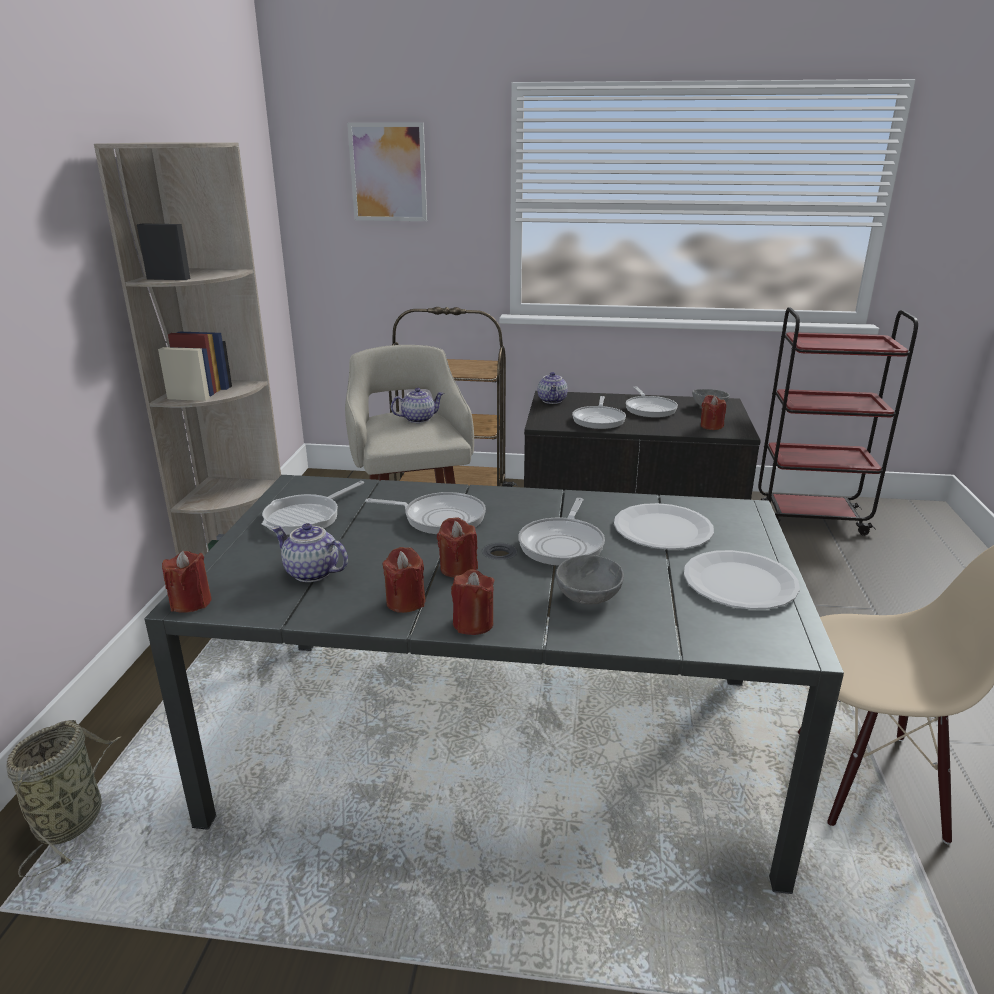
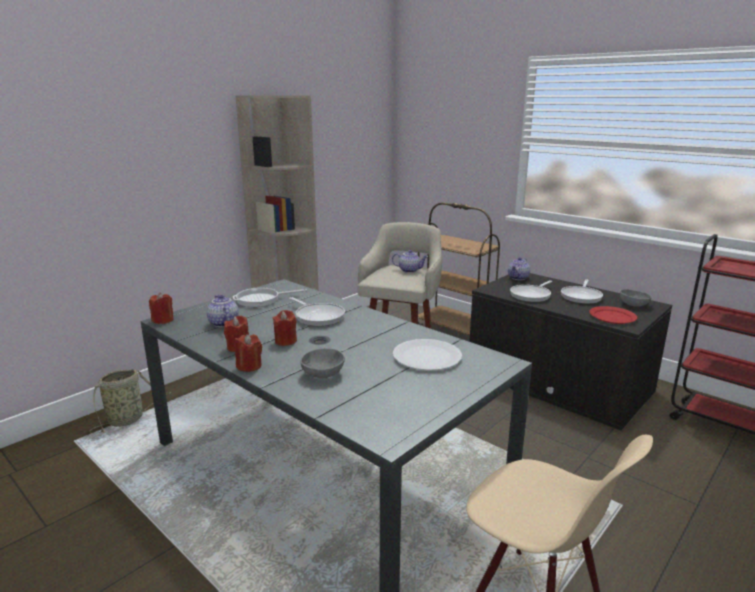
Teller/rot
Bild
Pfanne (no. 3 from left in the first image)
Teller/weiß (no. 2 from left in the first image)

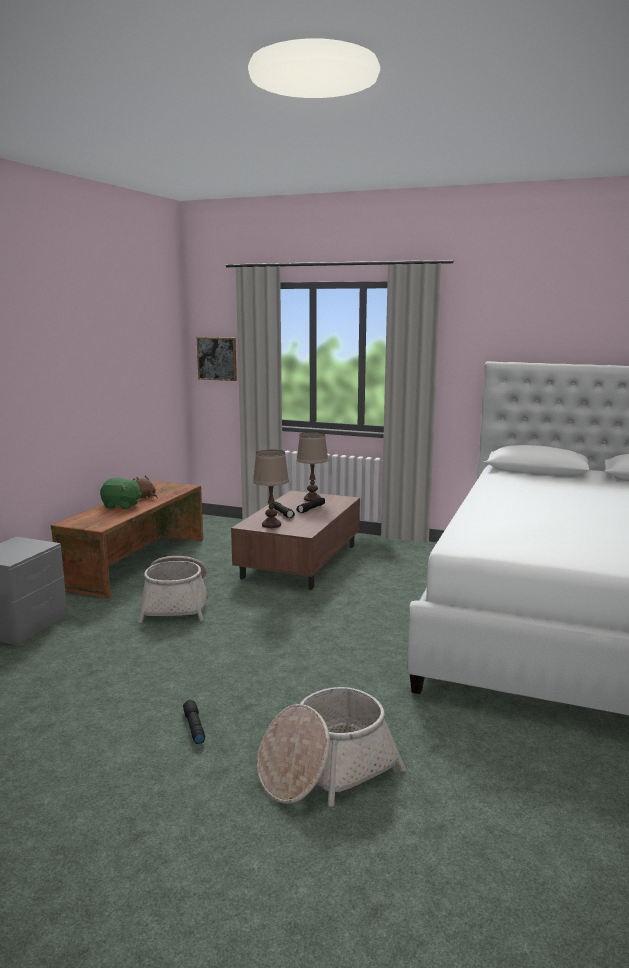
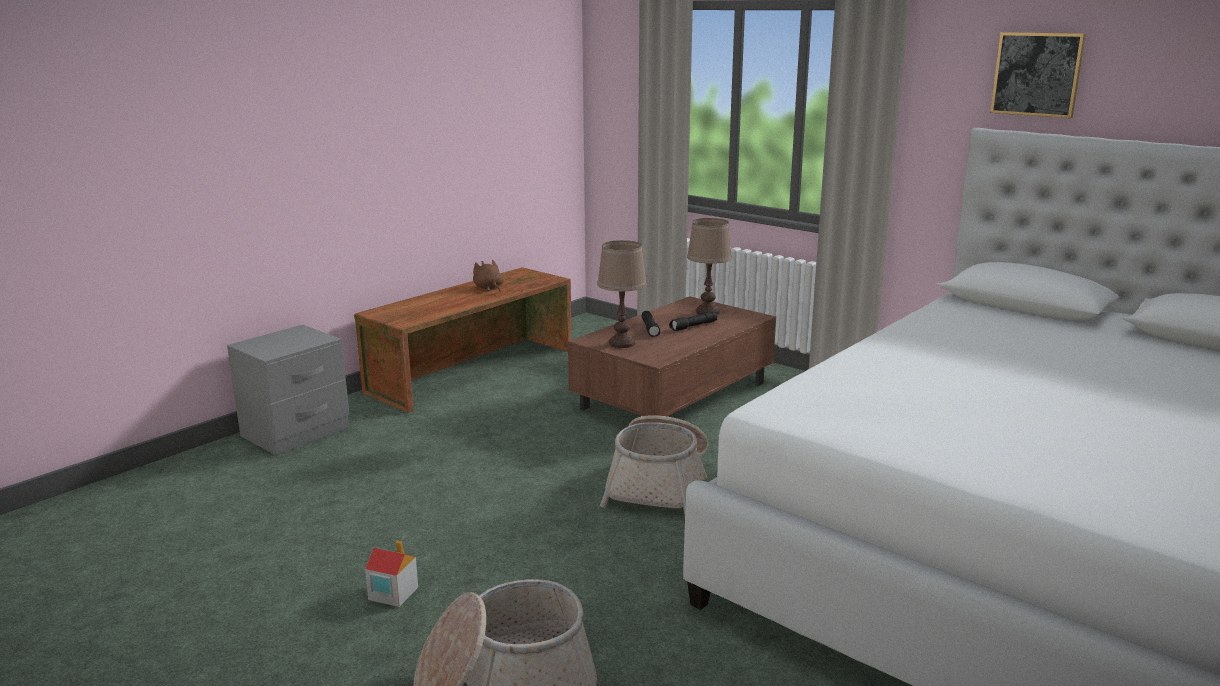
Spielzeughaus
Korb (no. 2 from left)
Bild
Plüschtier/grün

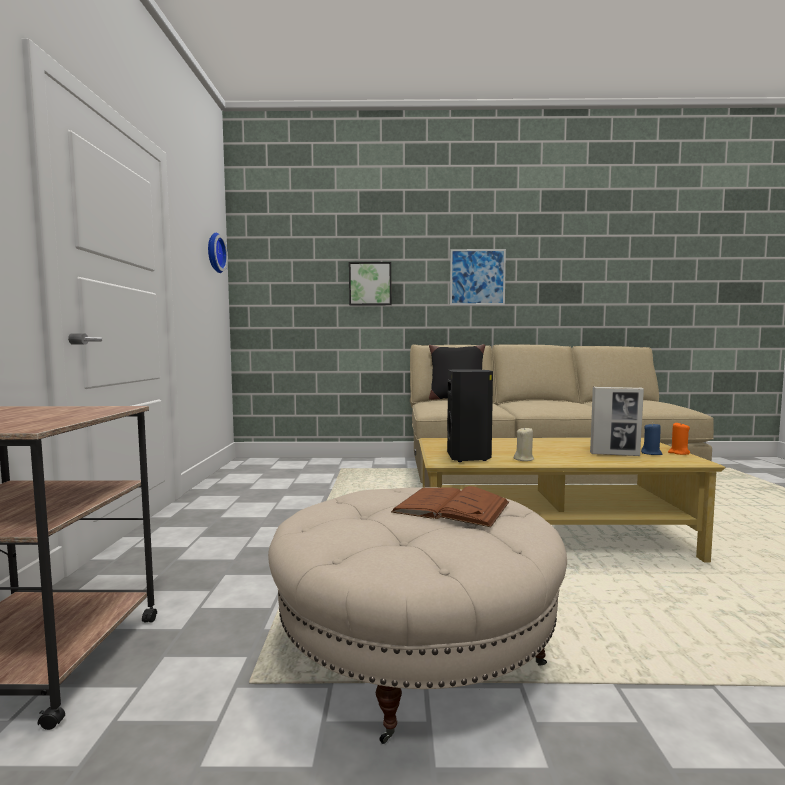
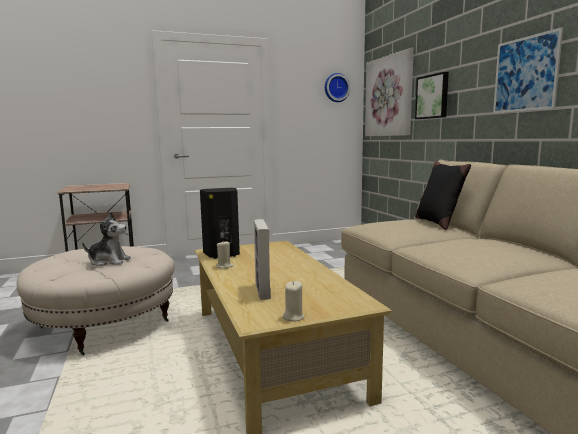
Plüschtier
Kerze/beige (no. 2 from left)
Bild (no. 1 from left)
Kerze/blau

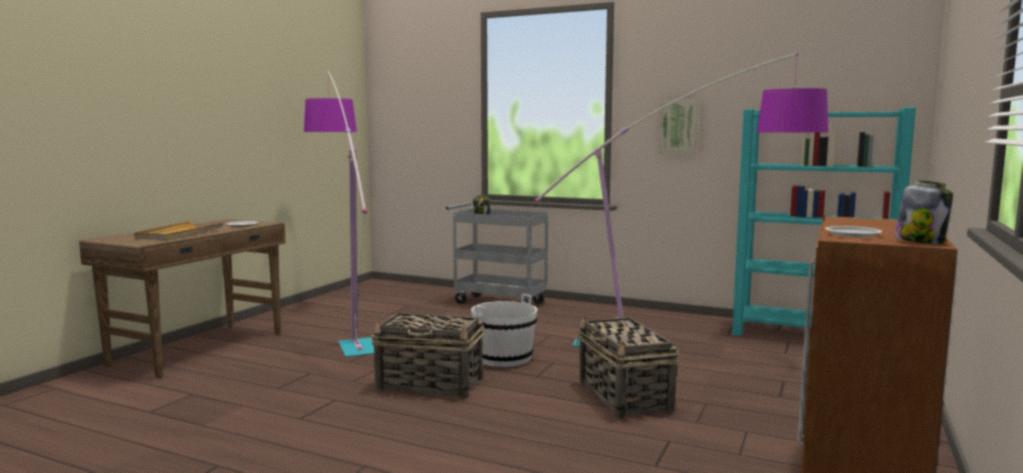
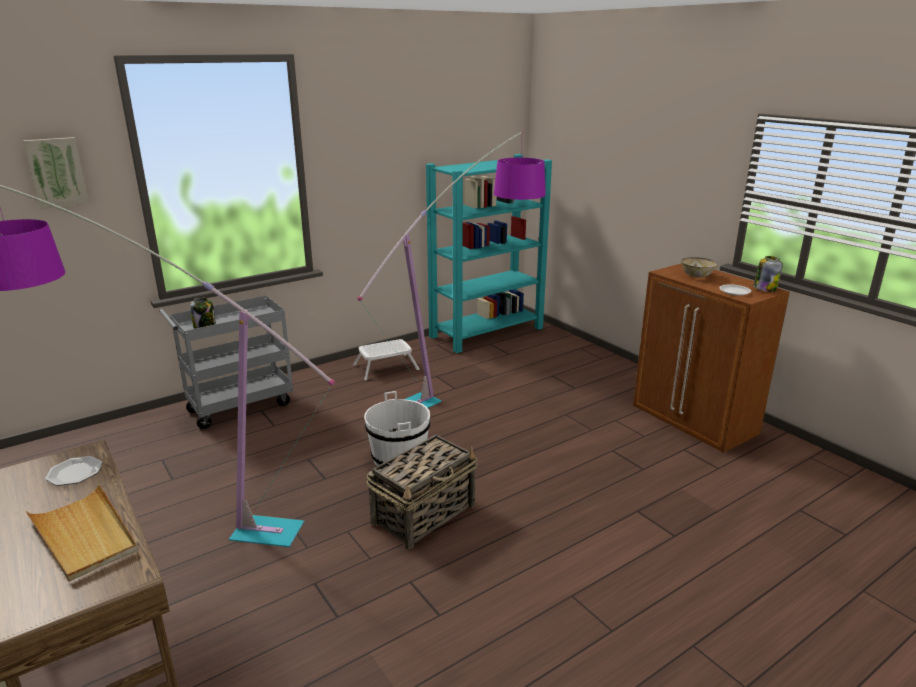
Bild
Trittleiter/weiß
Schüssel
Korb (no. 2 from left in the first image)

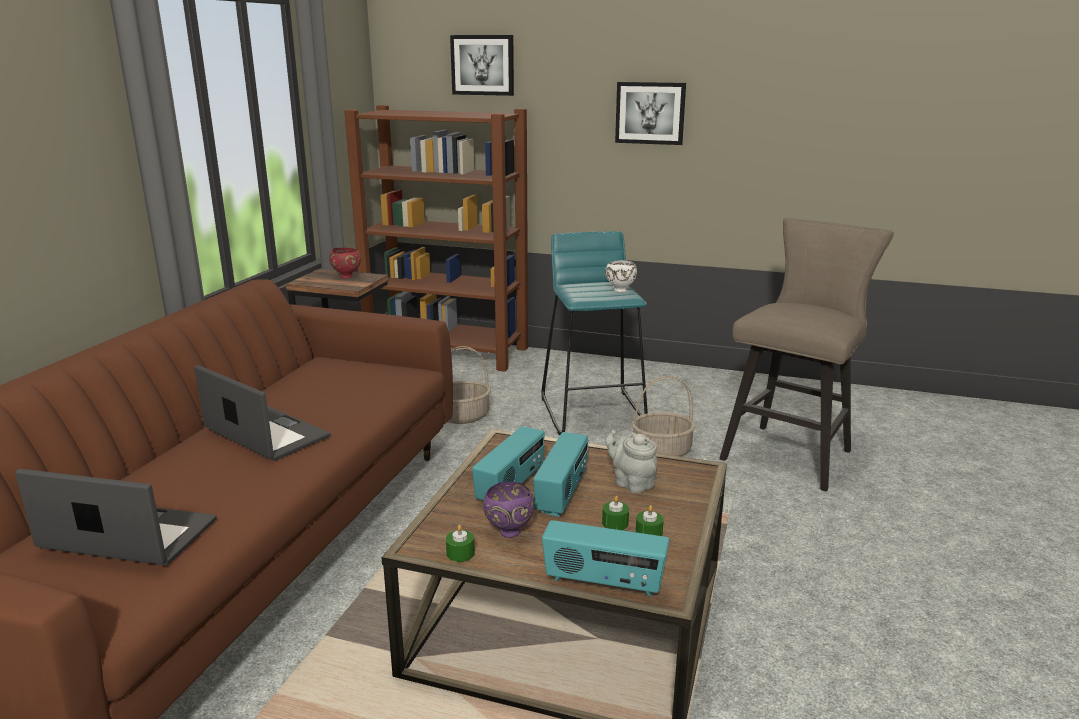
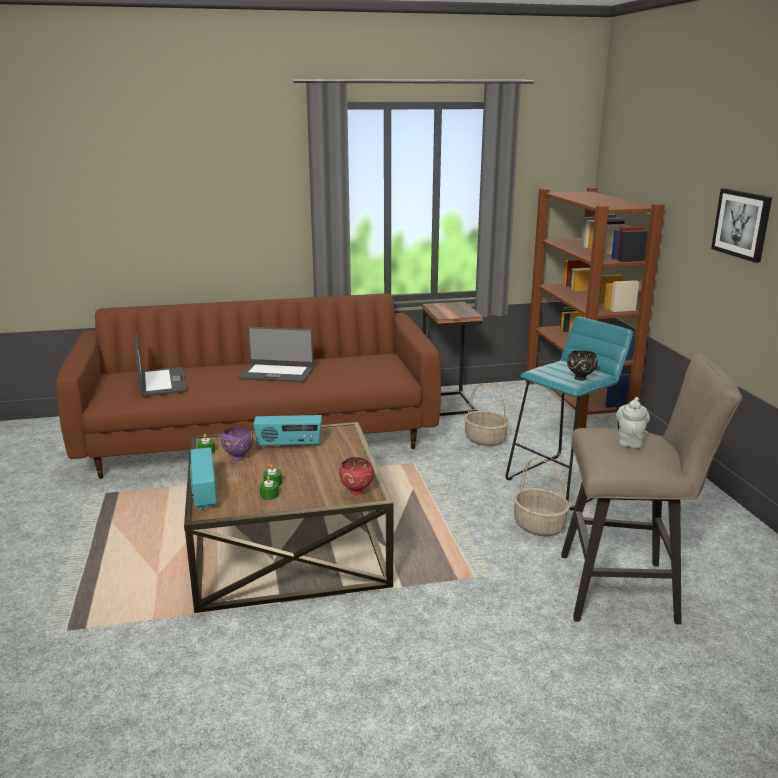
Laptop (no. 2 from left)
Schüssel/rot
Schüssel/schwarz
Teekanne/grau
Bild (no. 1 from left in the first image)
Radio (no. 2 from left in the first image)

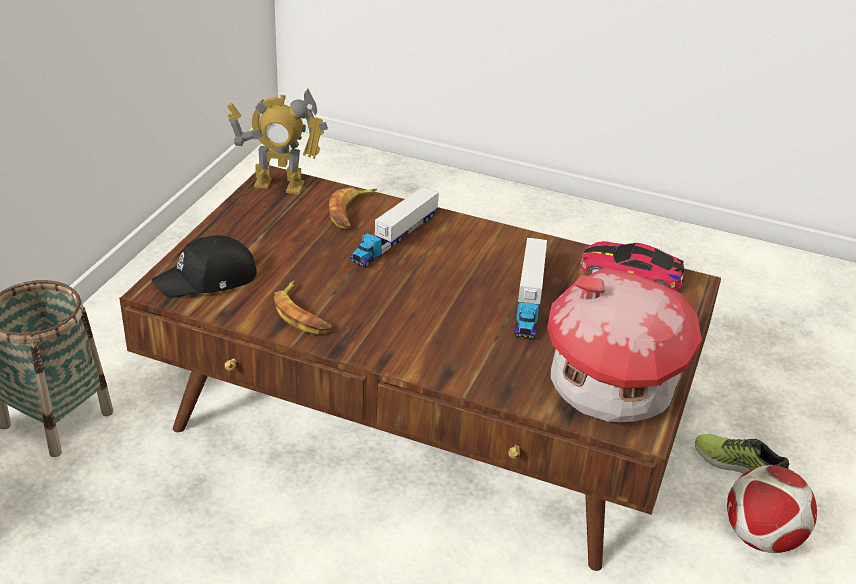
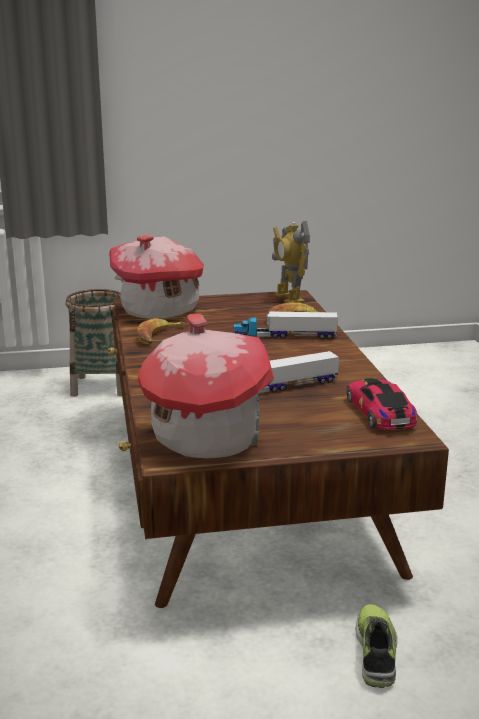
Spielzeughaus (no. 1 from left)
Fußball

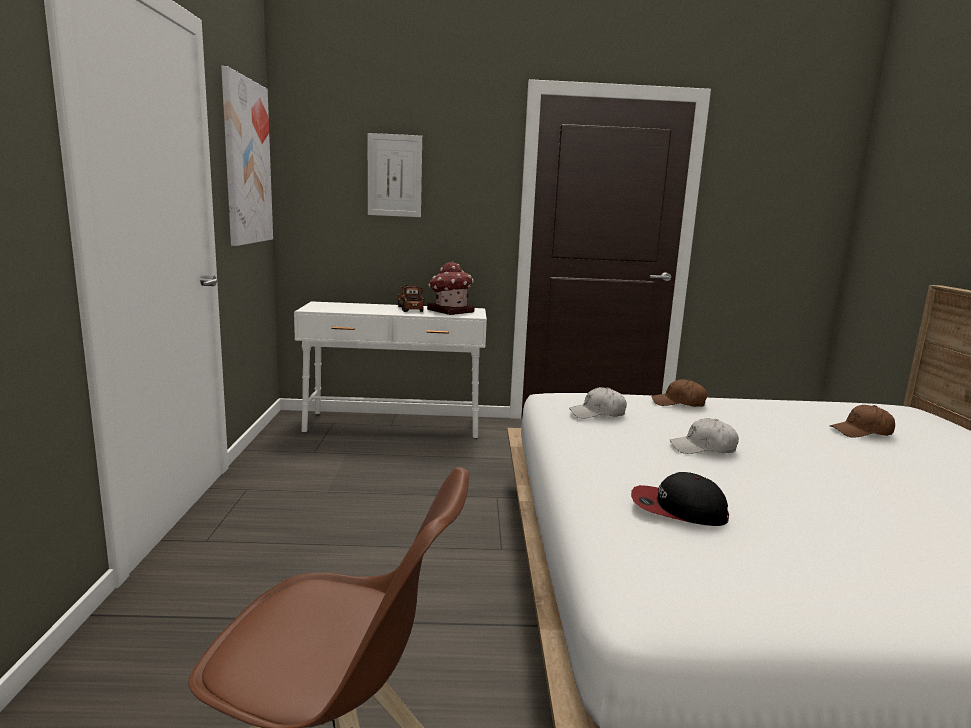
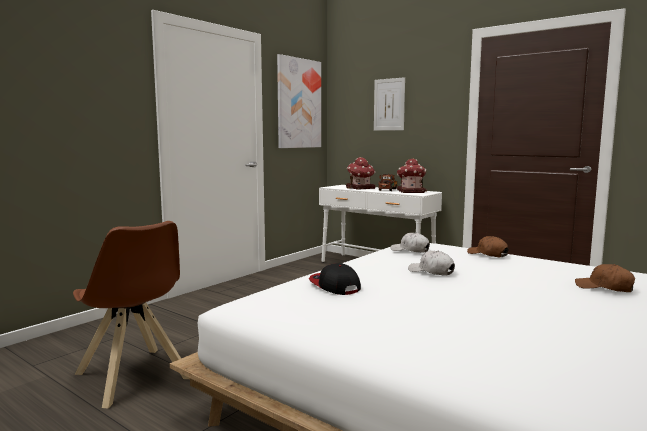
Spielzeughaus (no. 1 from left)

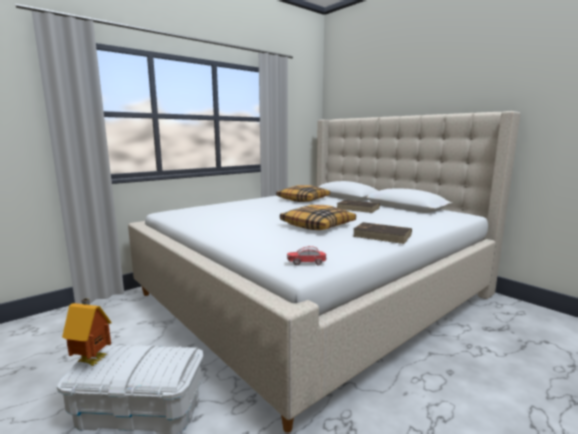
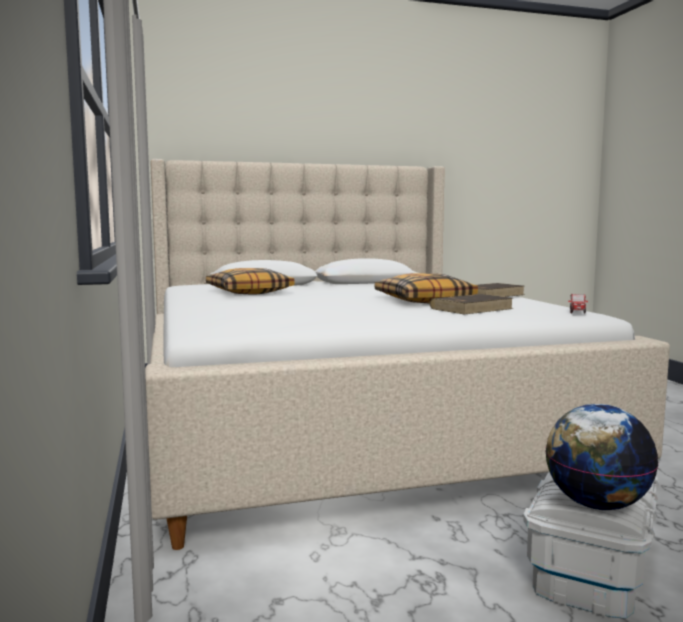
Buch/braun (no. 1 from left)
Globus

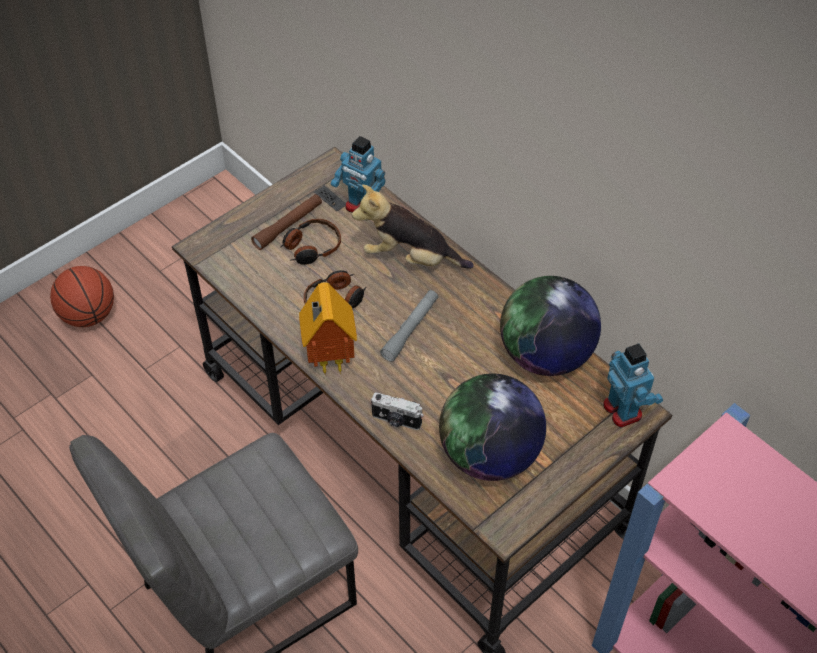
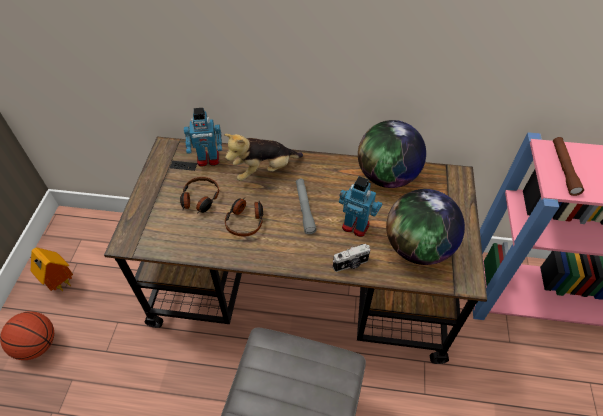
Spielzeughaus
Spielzeugroboter (no. 2 from left)
Taschenlampe/braun

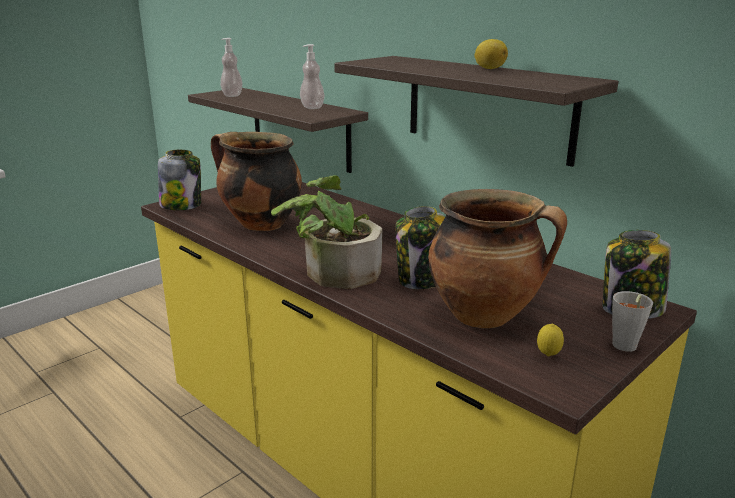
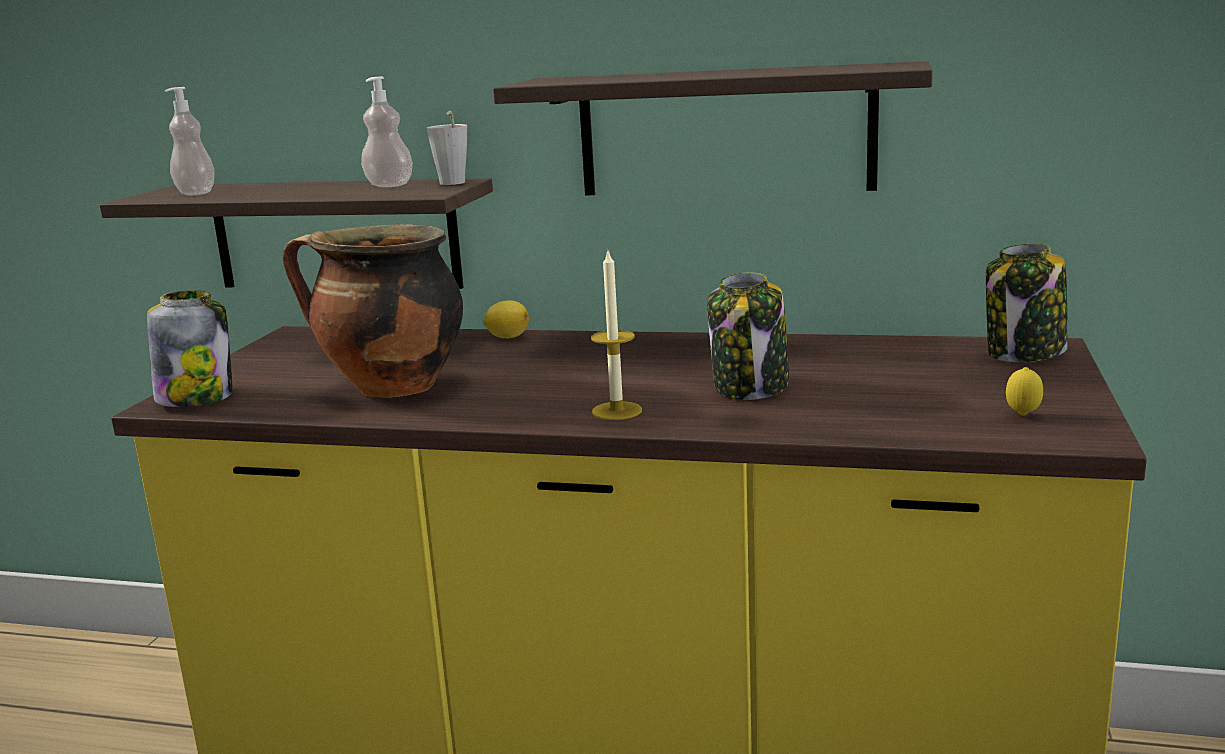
Tasse/grau
Zitrone (no. 1 from left)
Kerze
Kochtopf (no. 2 from left in the first image)

